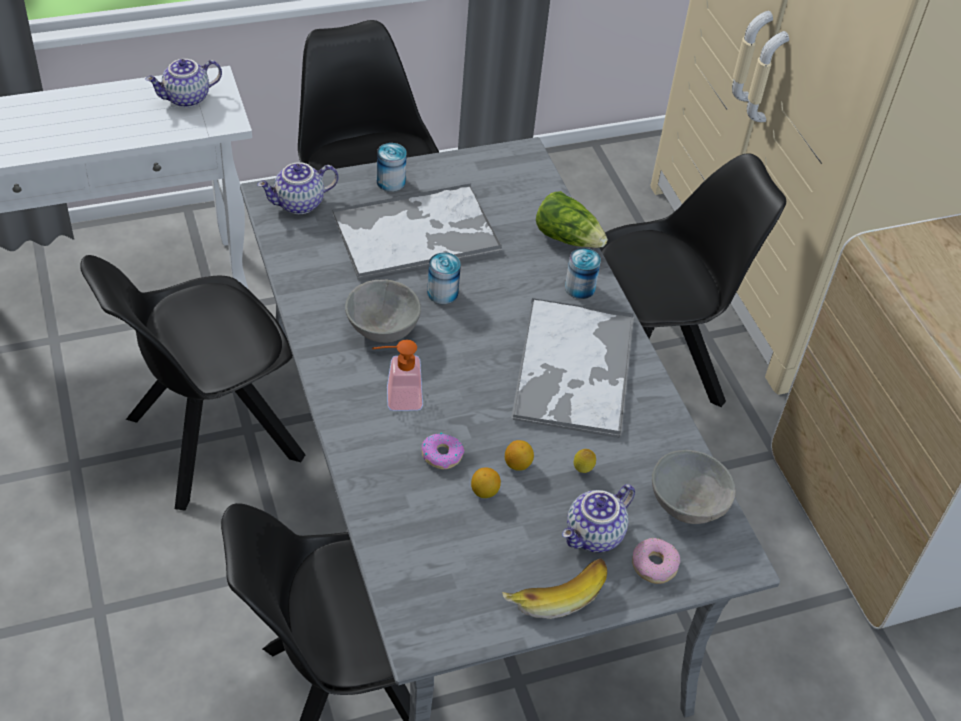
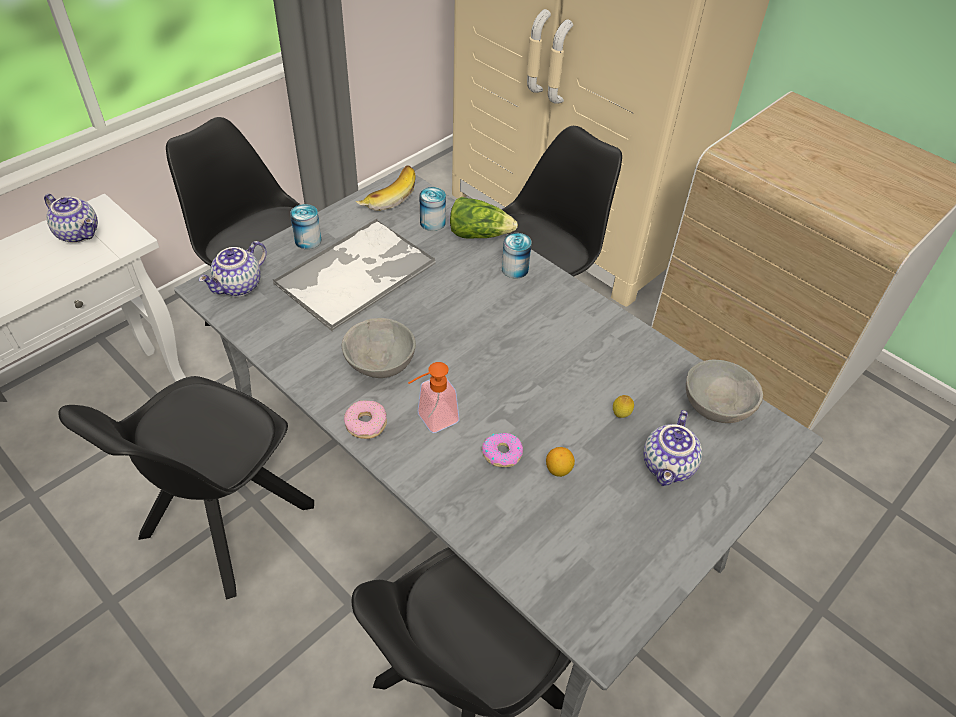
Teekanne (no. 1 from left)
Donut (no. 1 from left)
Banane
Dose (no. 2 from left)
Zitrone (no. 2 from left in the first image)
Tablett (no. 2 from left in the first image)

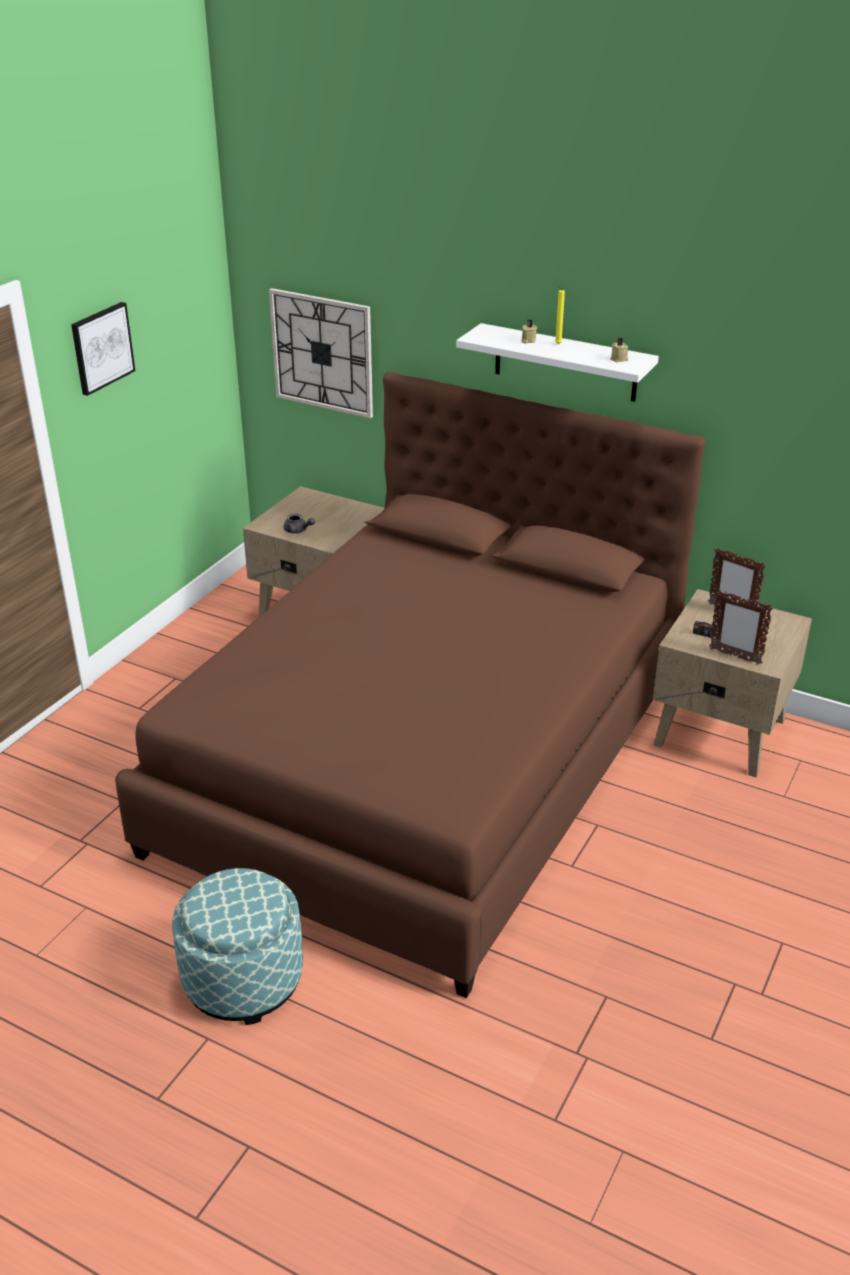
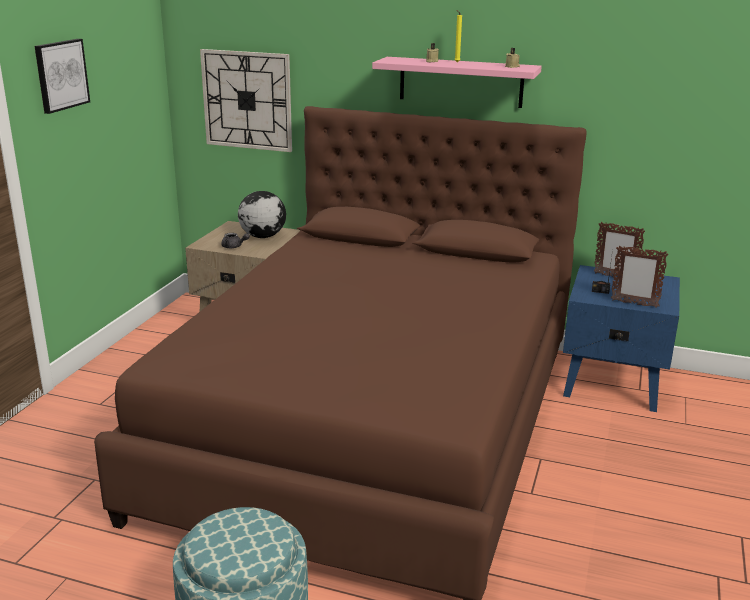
Globus
Wandregal/rosa
Nachttisch/blau

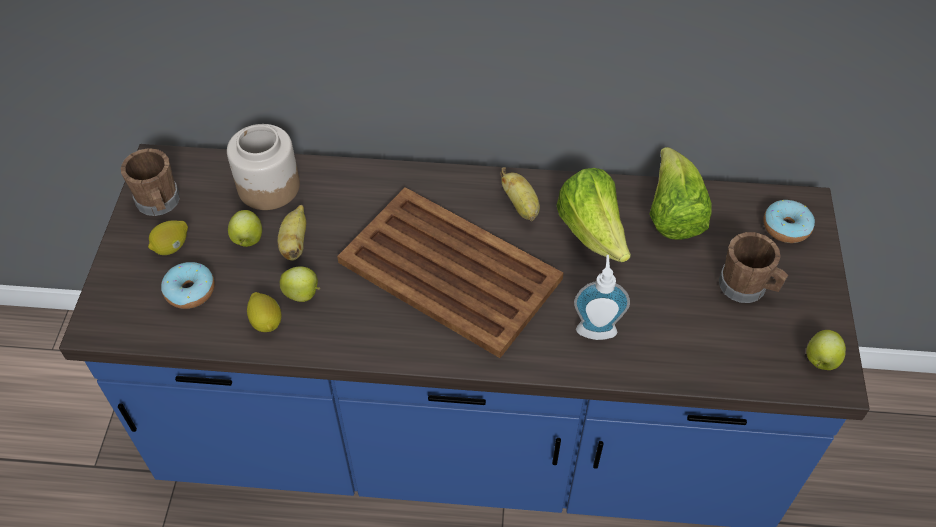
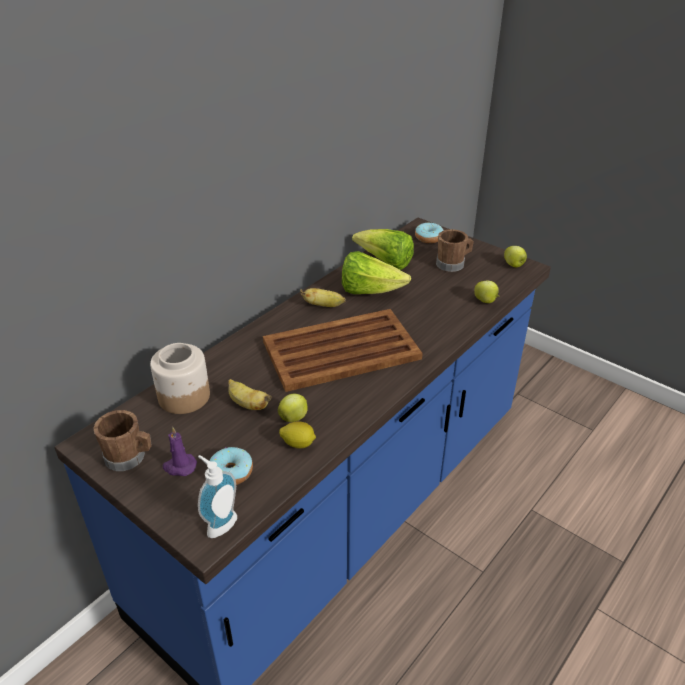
Kerze/lila
Seifenspender
Apfel (no. 2 from left)

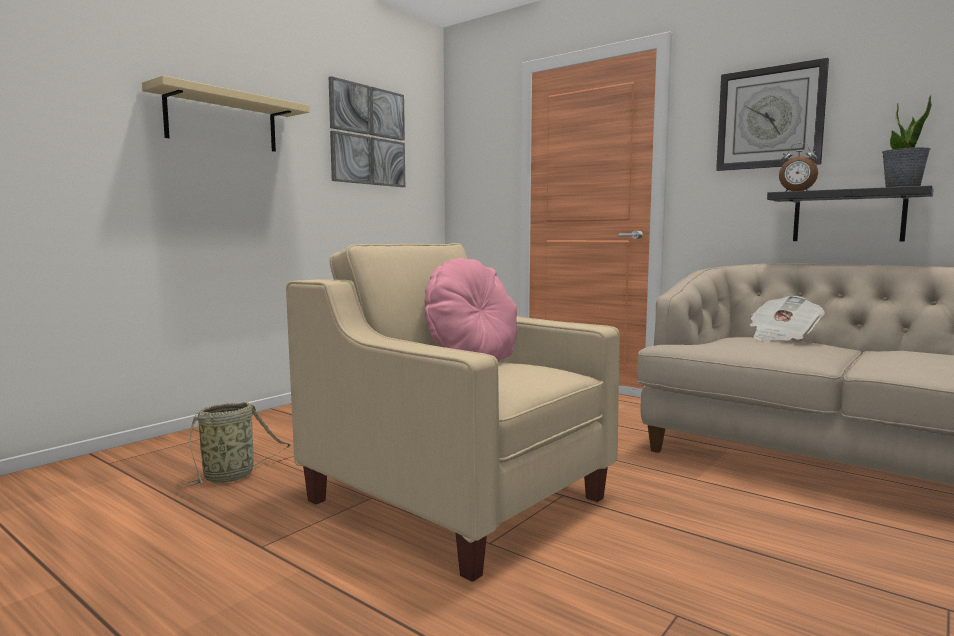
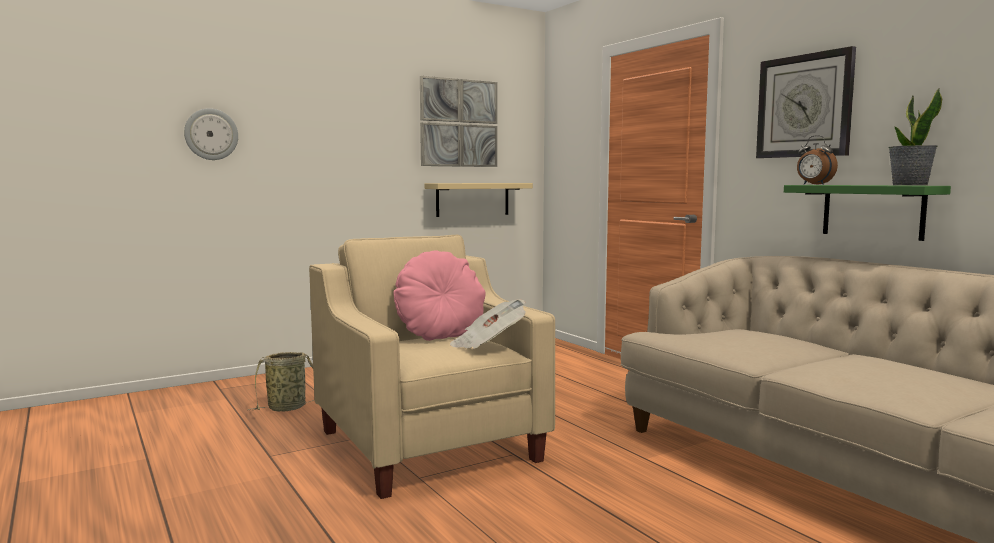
Wanduhr (no. 1 from left)
Wandregal/beige
Zeitung
Wandregal/grün

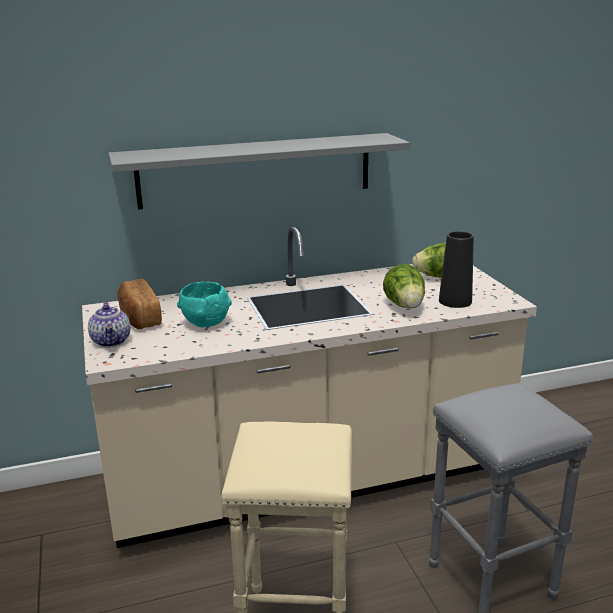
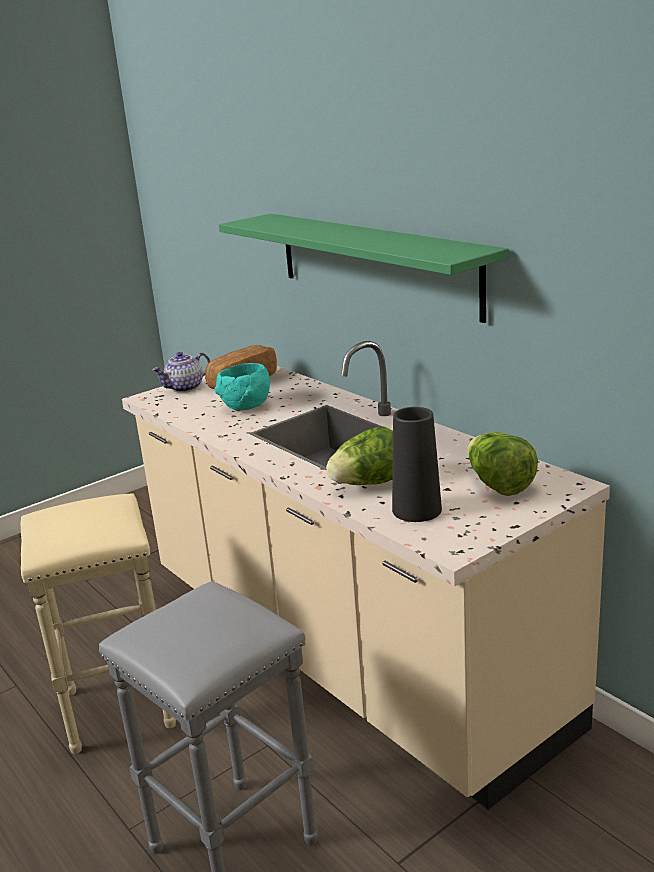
Wandregal/grün

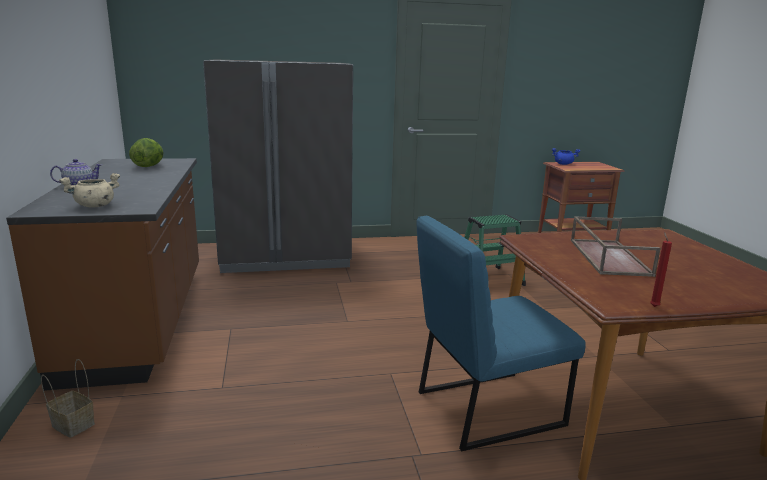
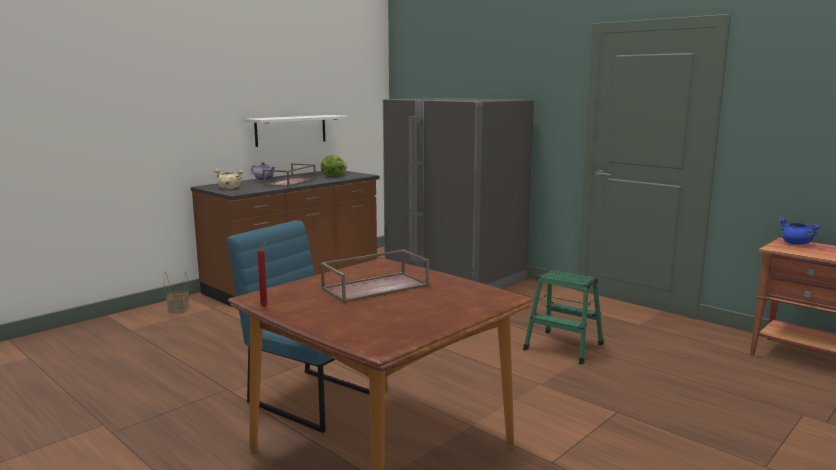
Wandregal/weiß
Tablett/braun (no. 1 from left)

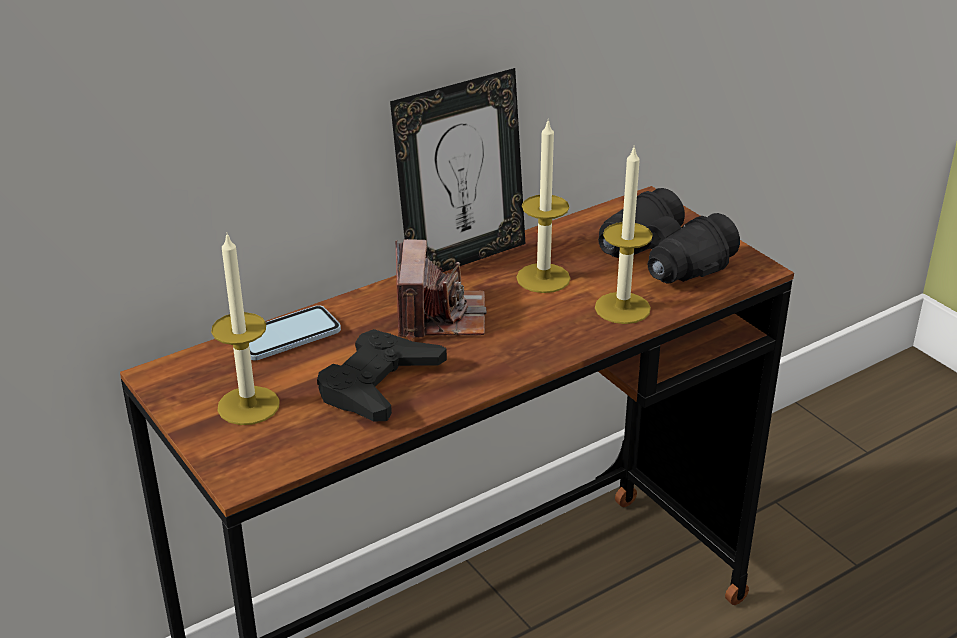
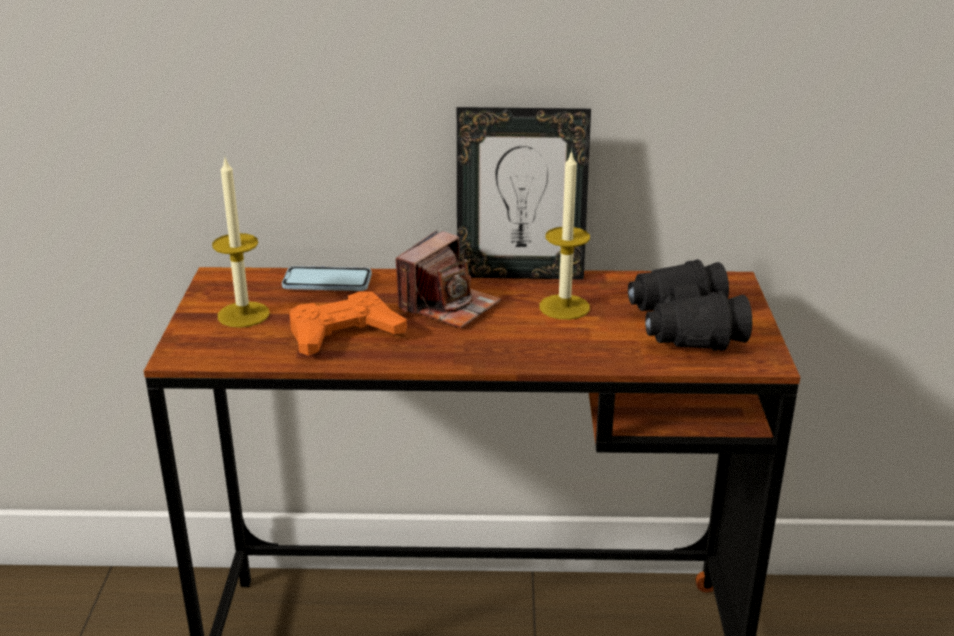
Gamepad/orange
Kerze (no. 3 from left in the first image)

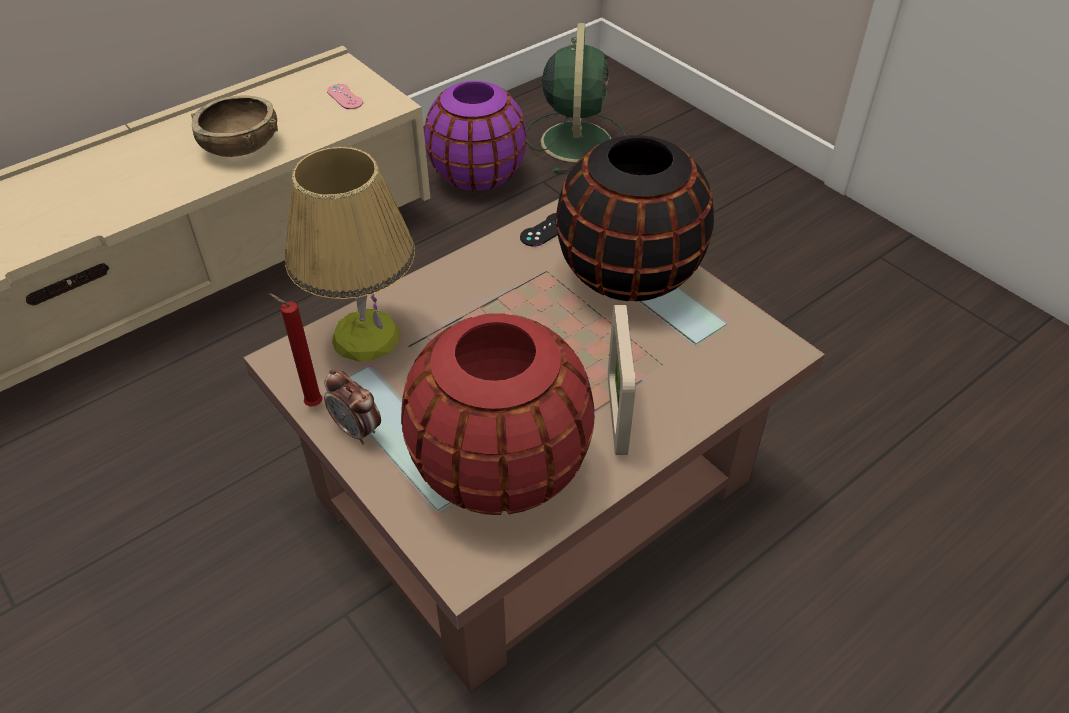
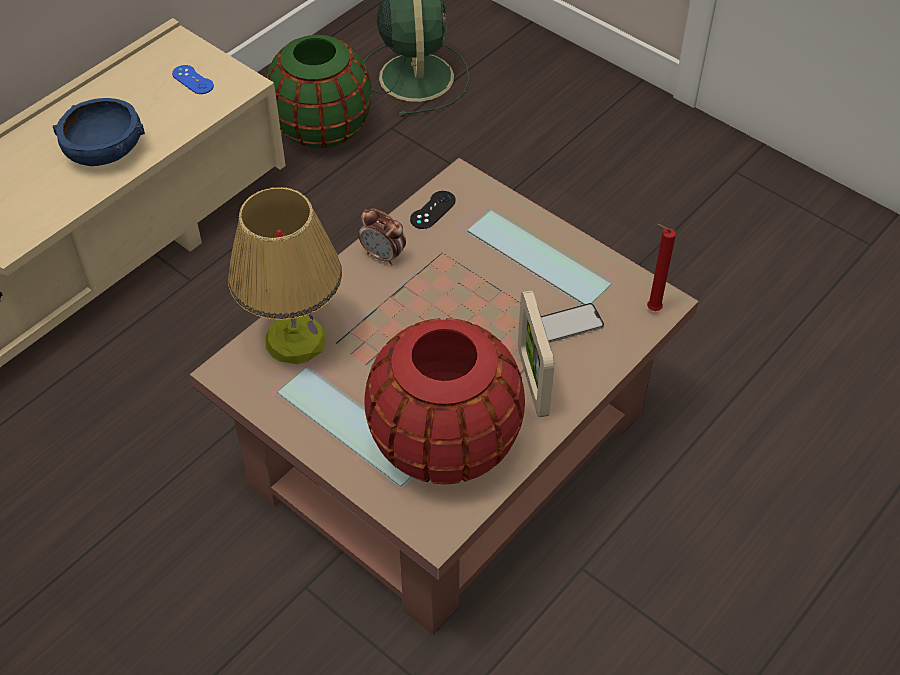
Schüssel/blau
Gamepad/blau
Vase/grün
Wecker
Handy
Kerze/rot
Vase/schwarz

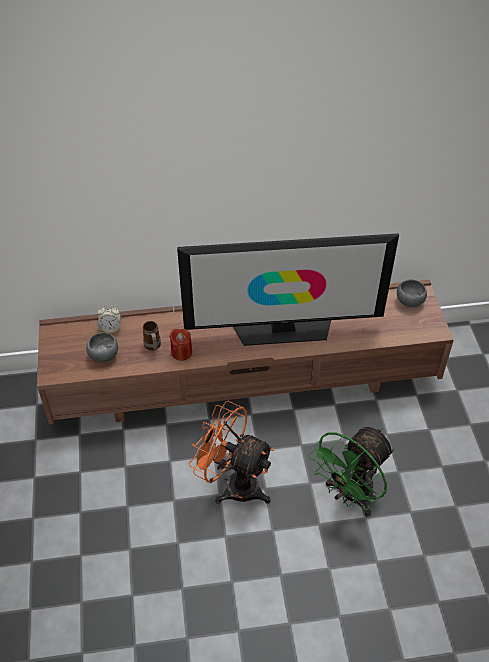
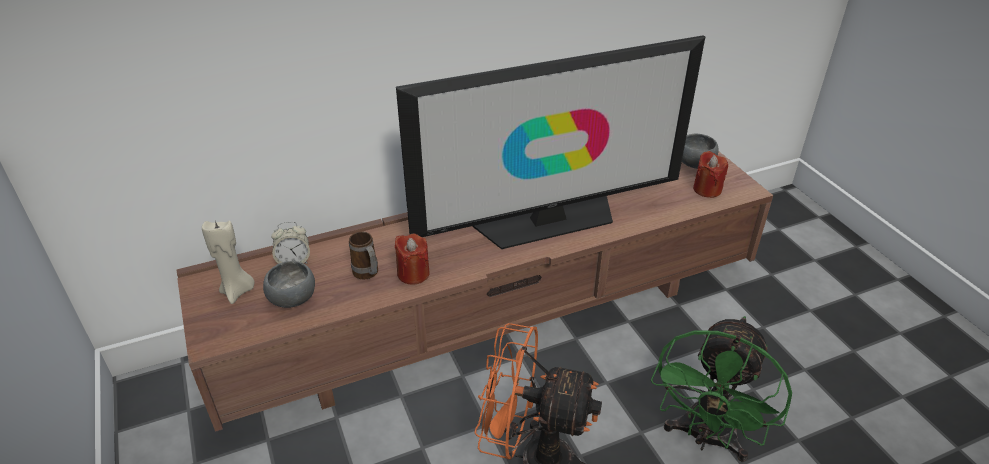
Kerze/beige
Kerze/rot (no. 2 from left)

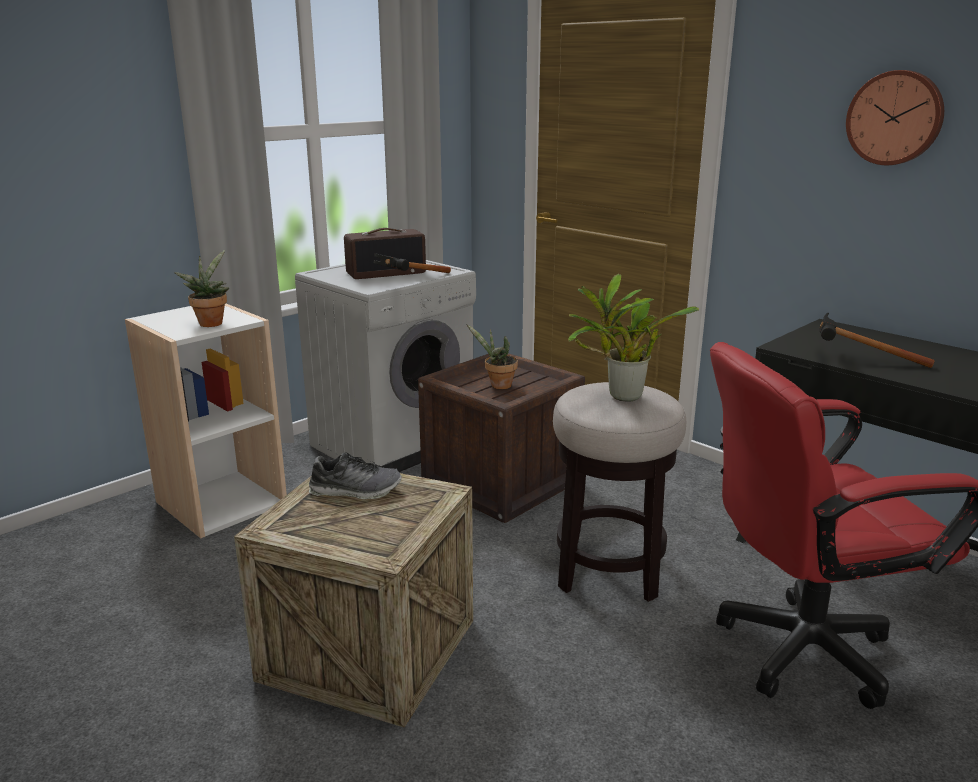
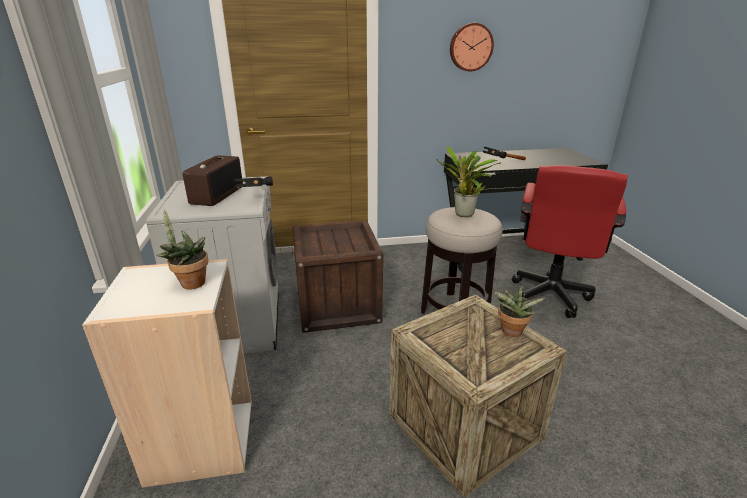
Topfpflanze (no. 3 from left)
Schuh

